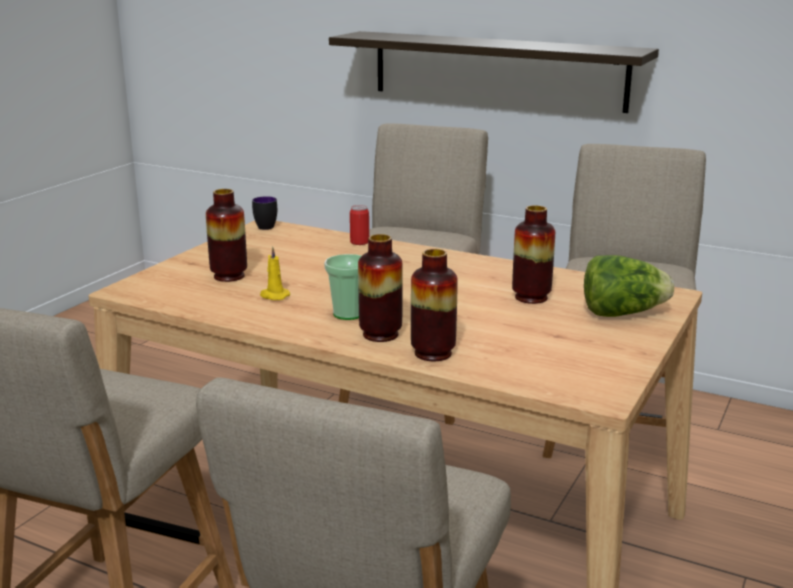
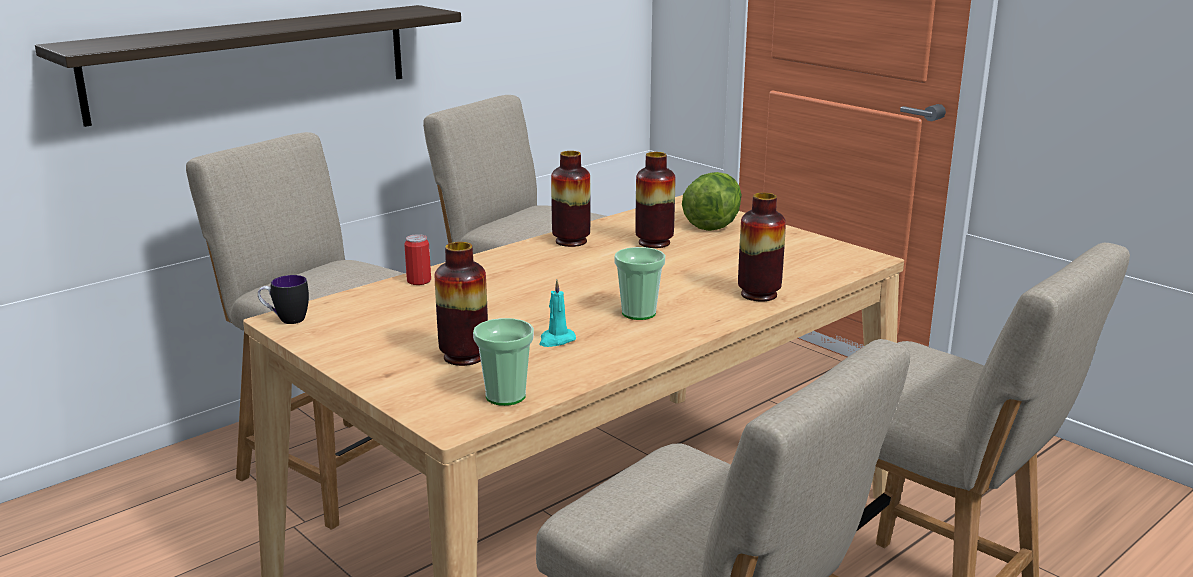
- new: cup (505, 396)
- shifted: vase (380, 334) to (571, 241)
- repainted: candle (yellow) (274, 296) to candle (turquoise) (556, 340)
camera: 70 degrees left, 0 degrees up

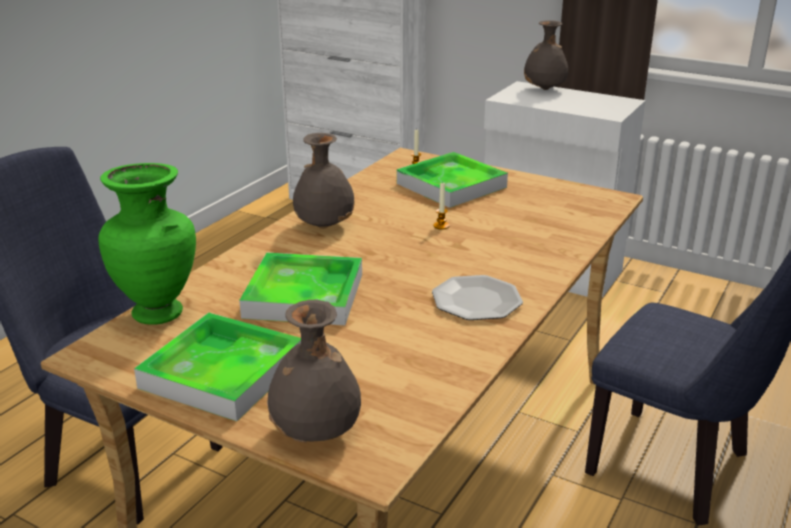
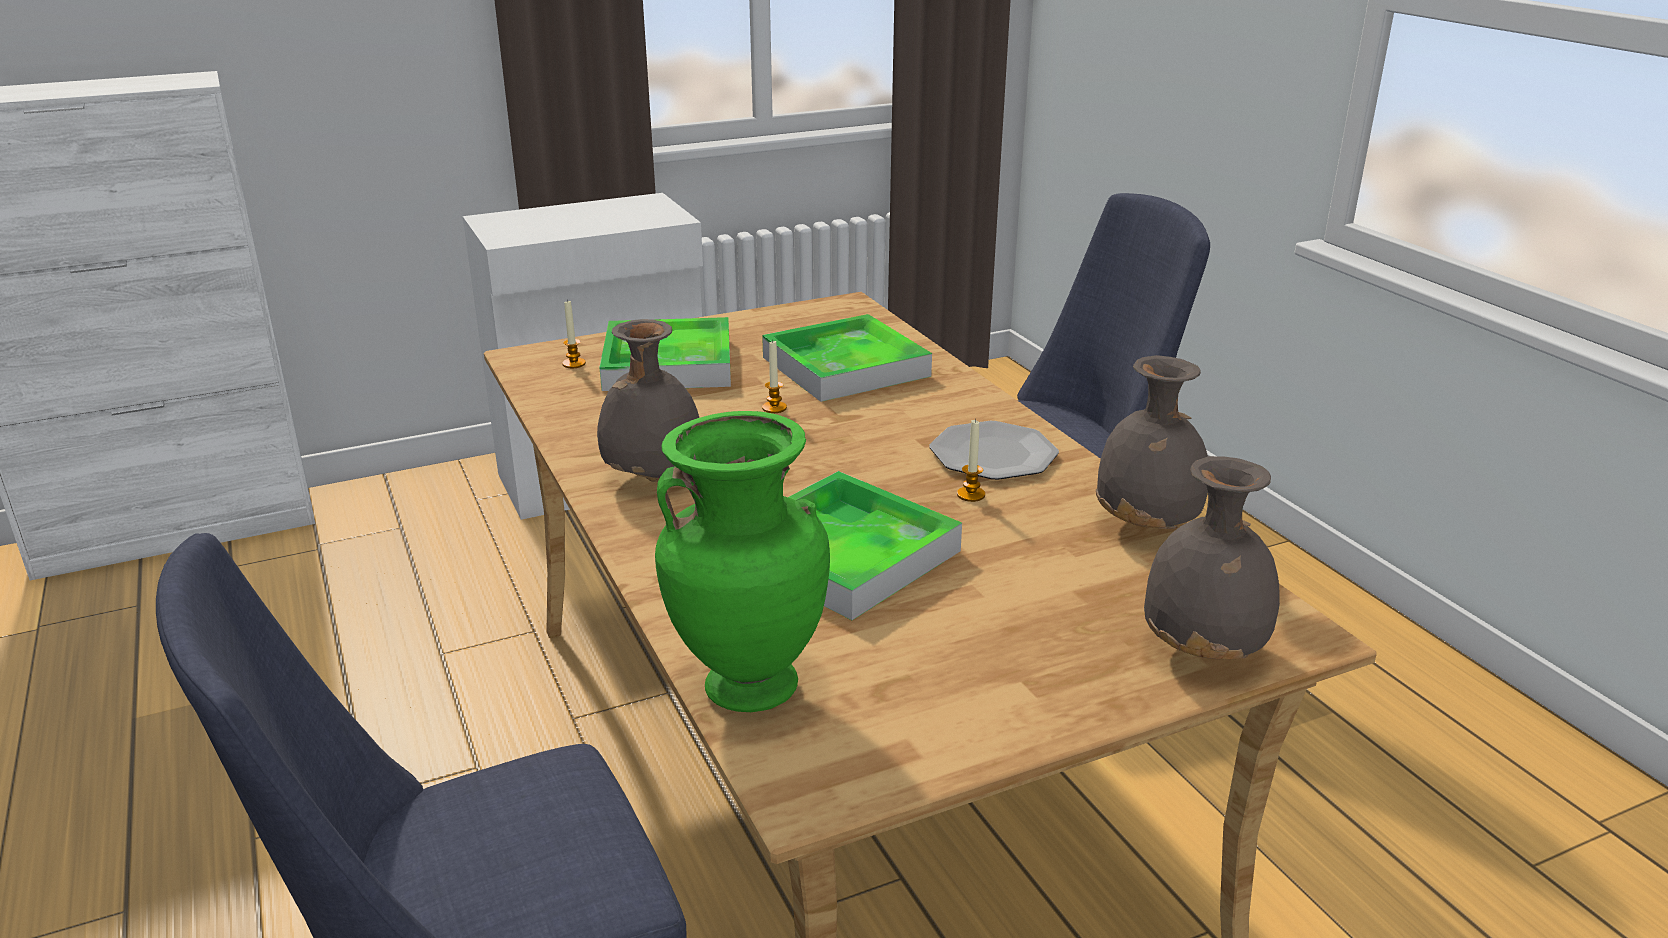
- new: candle (971, 495)
- shifted: tray (222, 372) to (845, 367)
- shifted: vase (grey) (544, 90) to (1148, 525)
camera: 55 degrees left, 0 degrees up

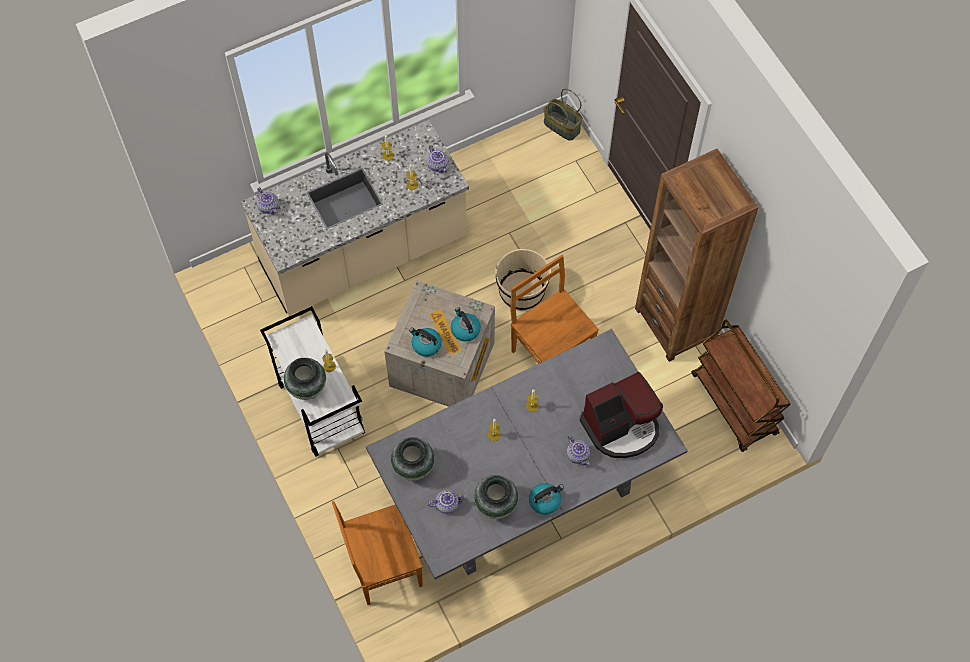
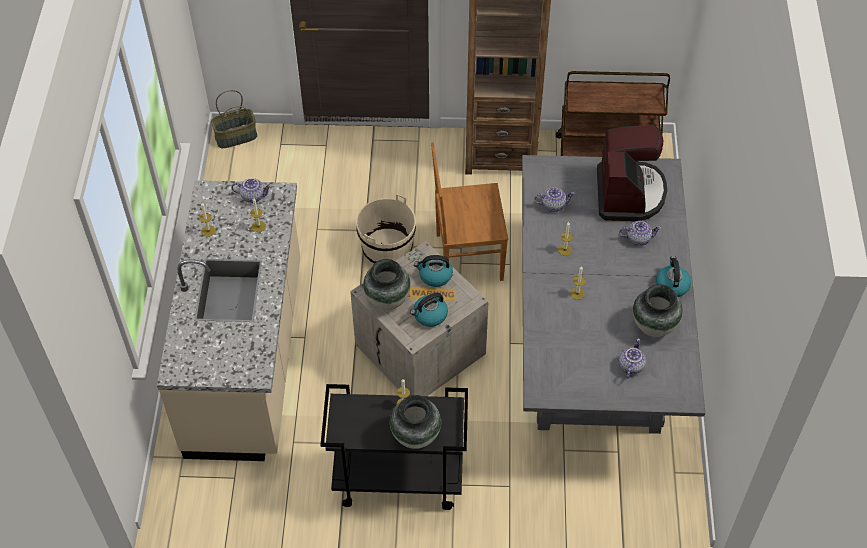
- gone: chair (brown) (382, 566)
- shifted: teapot (268, 206) to (553, 205)
- shifted: vase (413, 467) to (387, 300)
- repainted: cart (white) (320, 408) to cart (black) (397, 480)
camera: 60 degrees left, 10 degrees down

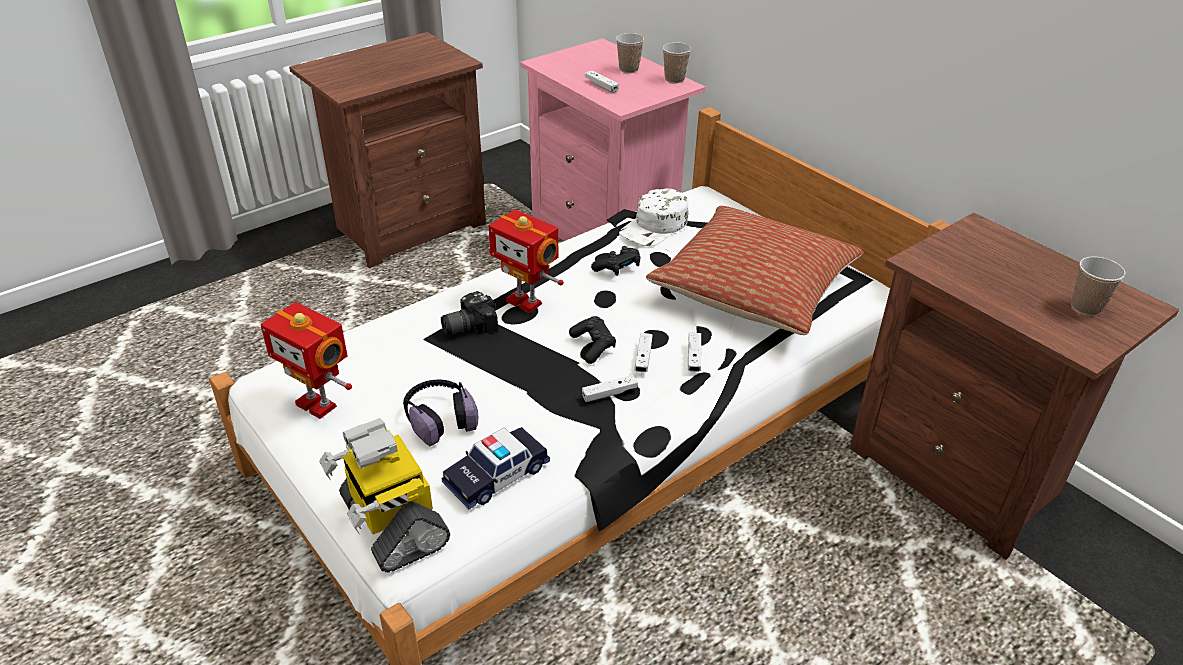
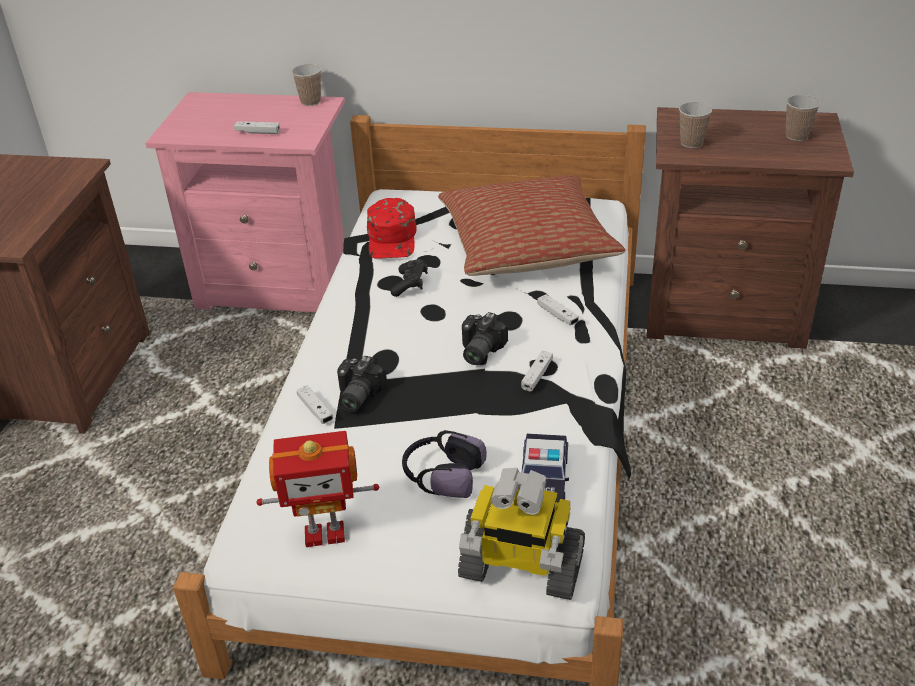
- gone: toy robot (525, 301)
- shifted: cup (628, 69) to (691, 143)
- shifted: game controller (white) (643, 358) to (315, 410)
- swapped: game controller (black) (593, 346) to photo camera (478, 350)
- repainted: cap (white) (655, 227) to cap (red) (392, 238)
camera: 40 degrees left, 0 degrees up

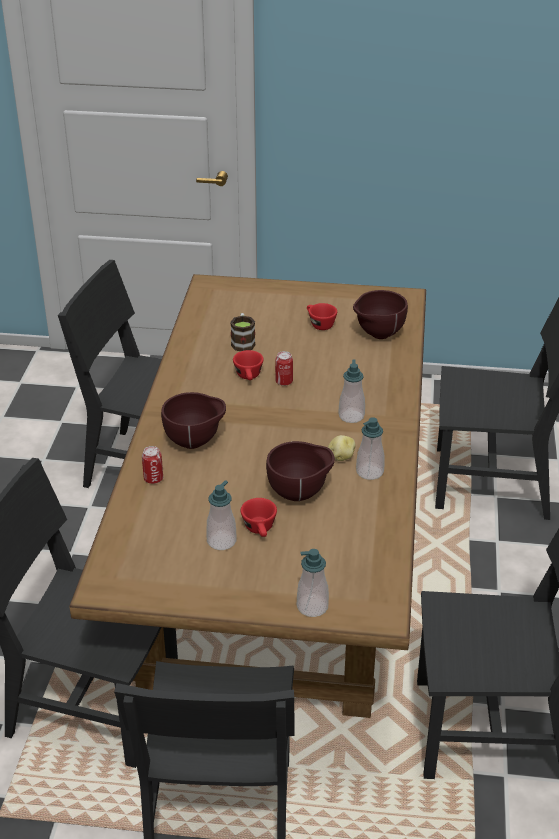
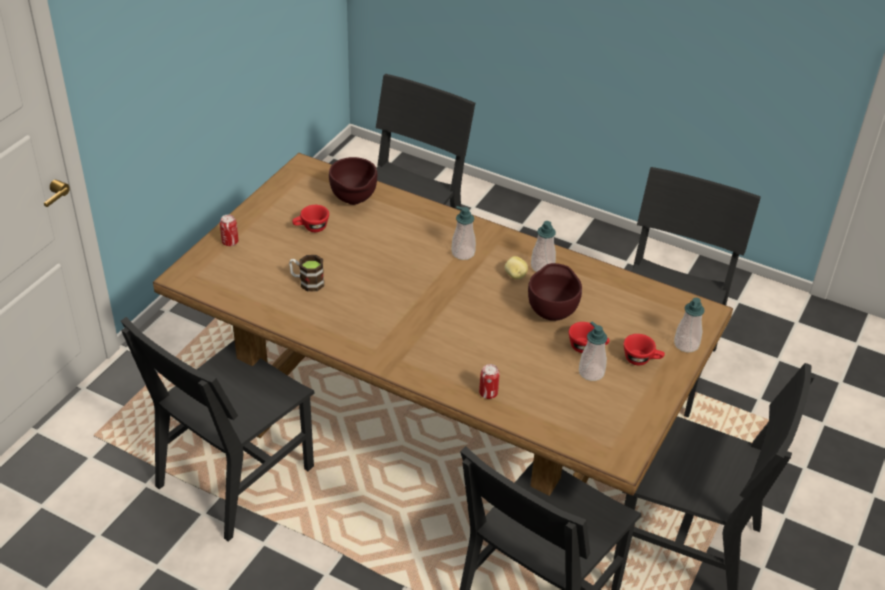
- gone: bowl (brown) (195, 442)
- shifted: cup (red) (249, 377) to (641, 359)
- shifted: can (284, 381) to (230, 242)
camera: 70 degrees left, 5 degrees up

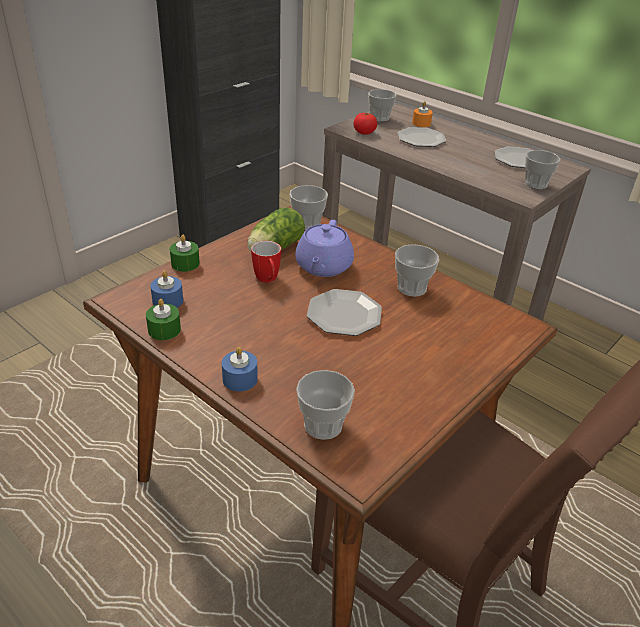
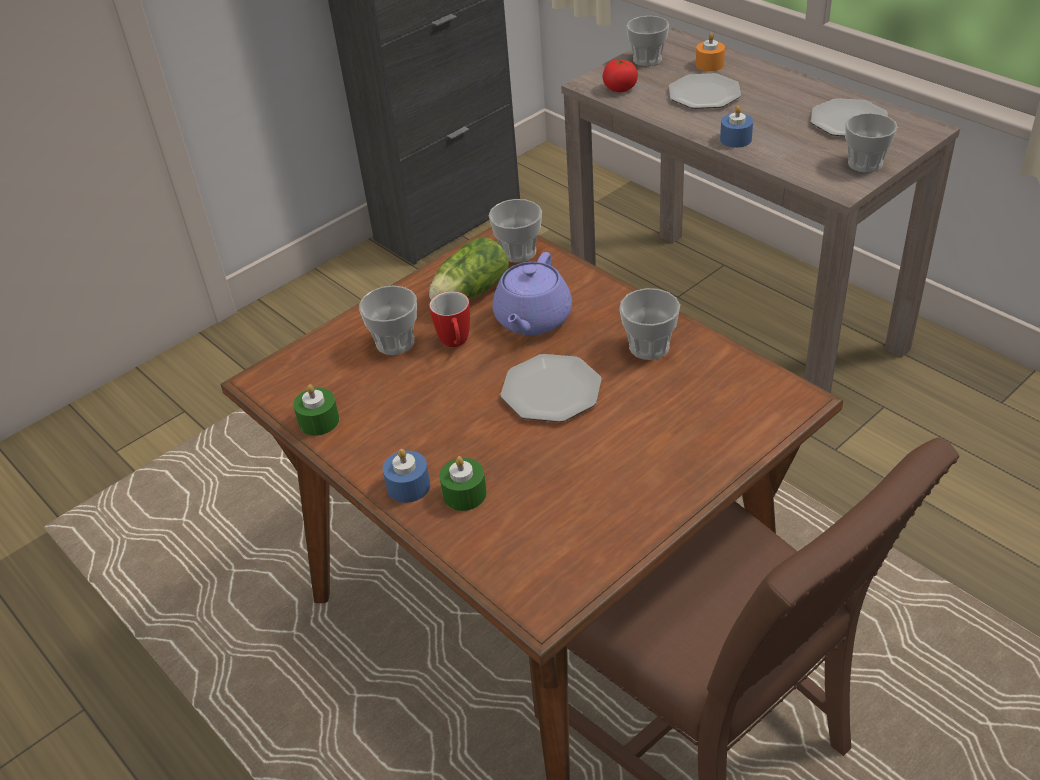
- shifted: candle (blue) (168, 301) to (735, 139)
- shifted: candle (green) (185, 263) to (464, 494)
- shifted: cup (323, 425) to (395, 342)
camera: 10 degrees right, 5 degrees up

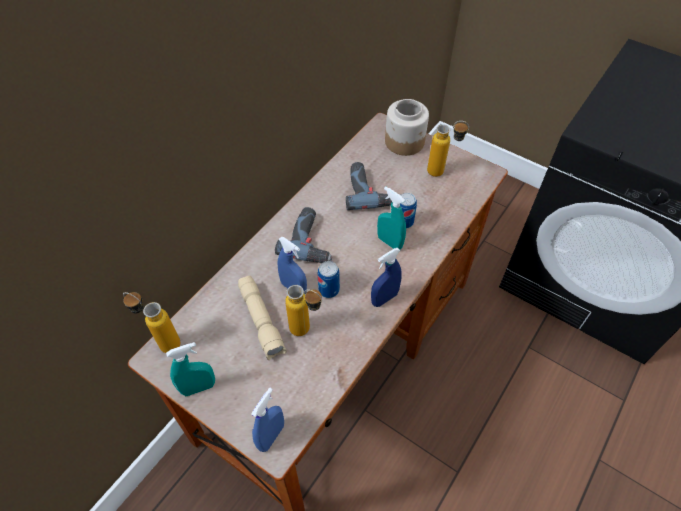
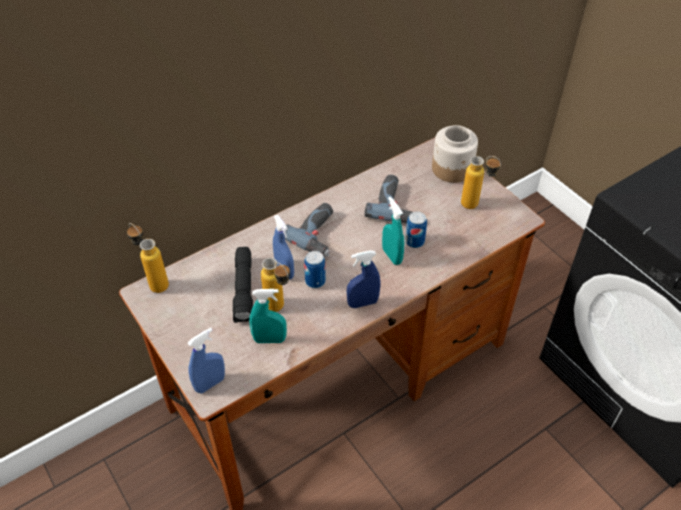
- shifted: spray bottle (turquoise) (198, 387) to (269, 339)
- repainted: flashlight (beige) (262, 321) to flashlight (black) (244, 290)
camera: 20 degrees right, 5 degrees down

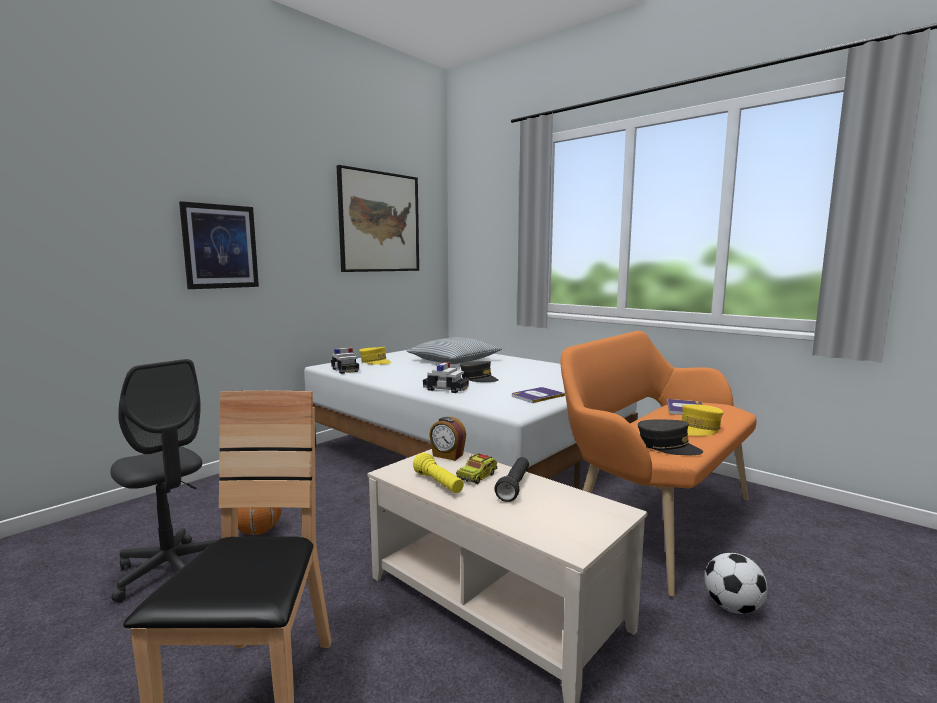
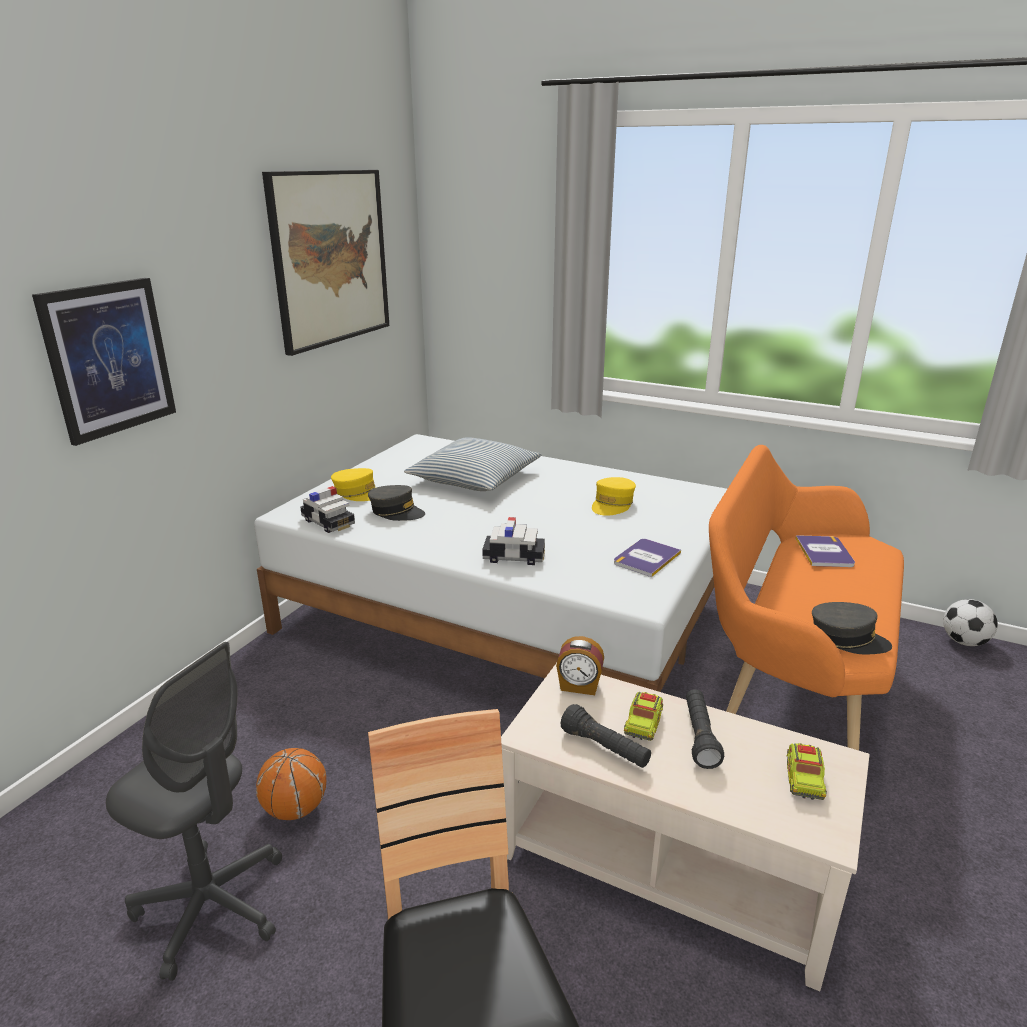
- new: toy truck (803, 779)
- shifted: cap (grey) (478, 378) to (396, 512)
- shifted: cap (yellow) (699, 429) to (612, 504)
- shifted: football (732, 607) to (964, 642)
- repainted: flashlight (yellow) (438, 484) to flashlight (black) (605, 748)
camera: 15 degrees left, 15 degrees up

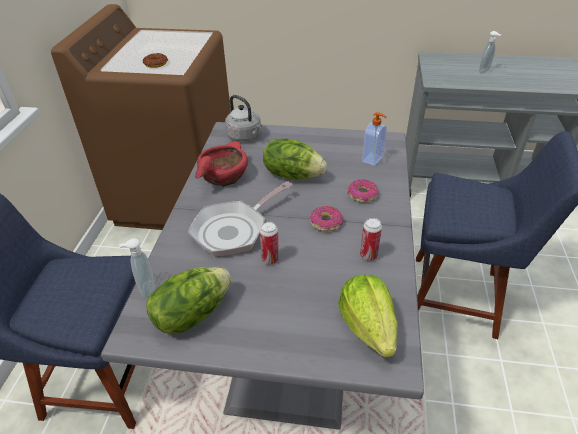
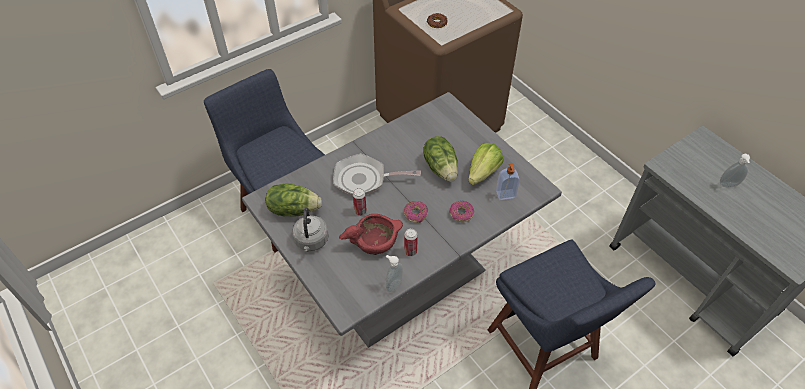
- shifted: soap dispenser (146, 290) to (393, 285)
- shifted: bowl (red) (223, 175) to (375, 241)
- shifted: kettle (grey) (245, 136) to (311, 241)
- shifted: lettuce (368, 327) to (483, 173)
camera: 45 degrees right, 10 degrees up

